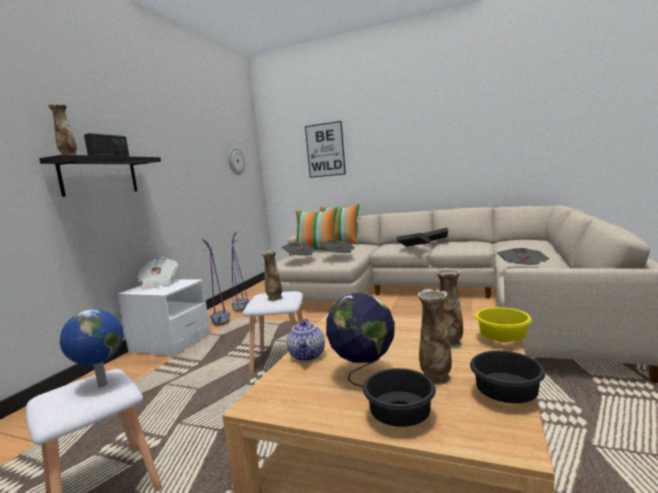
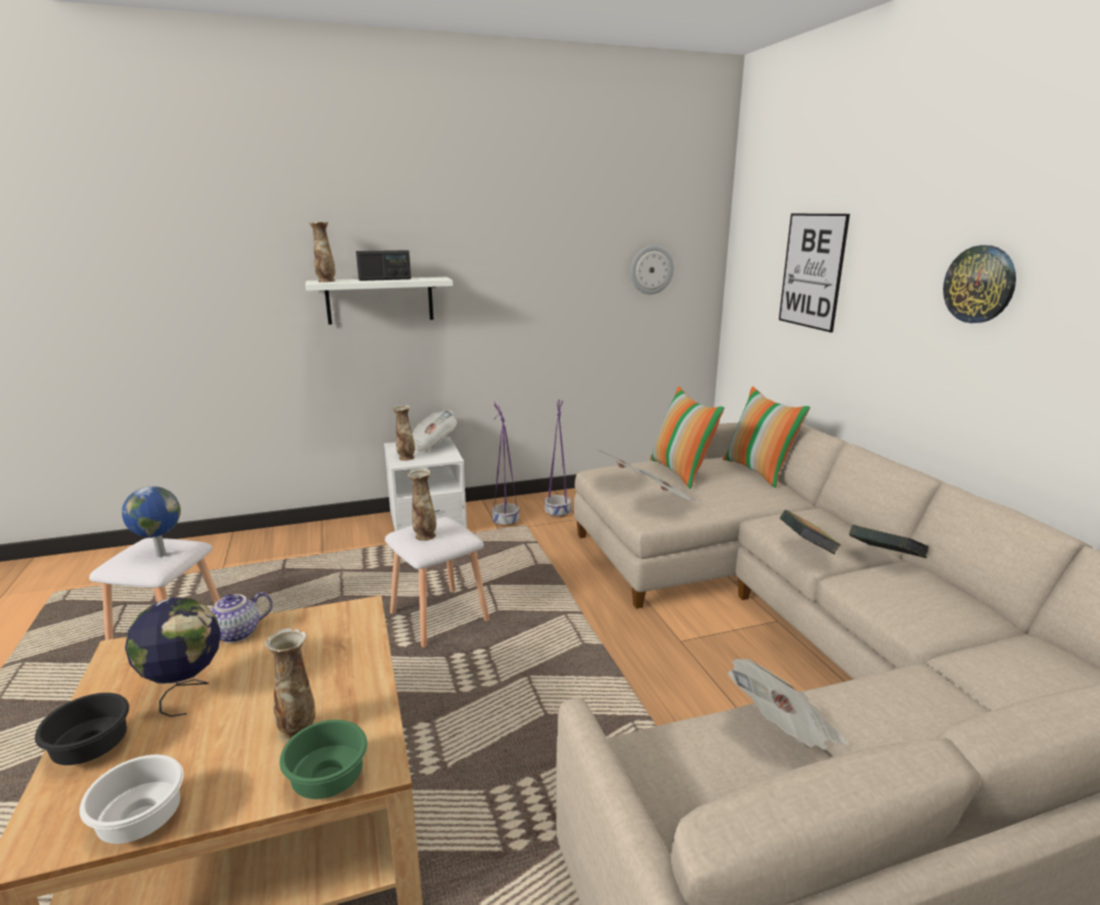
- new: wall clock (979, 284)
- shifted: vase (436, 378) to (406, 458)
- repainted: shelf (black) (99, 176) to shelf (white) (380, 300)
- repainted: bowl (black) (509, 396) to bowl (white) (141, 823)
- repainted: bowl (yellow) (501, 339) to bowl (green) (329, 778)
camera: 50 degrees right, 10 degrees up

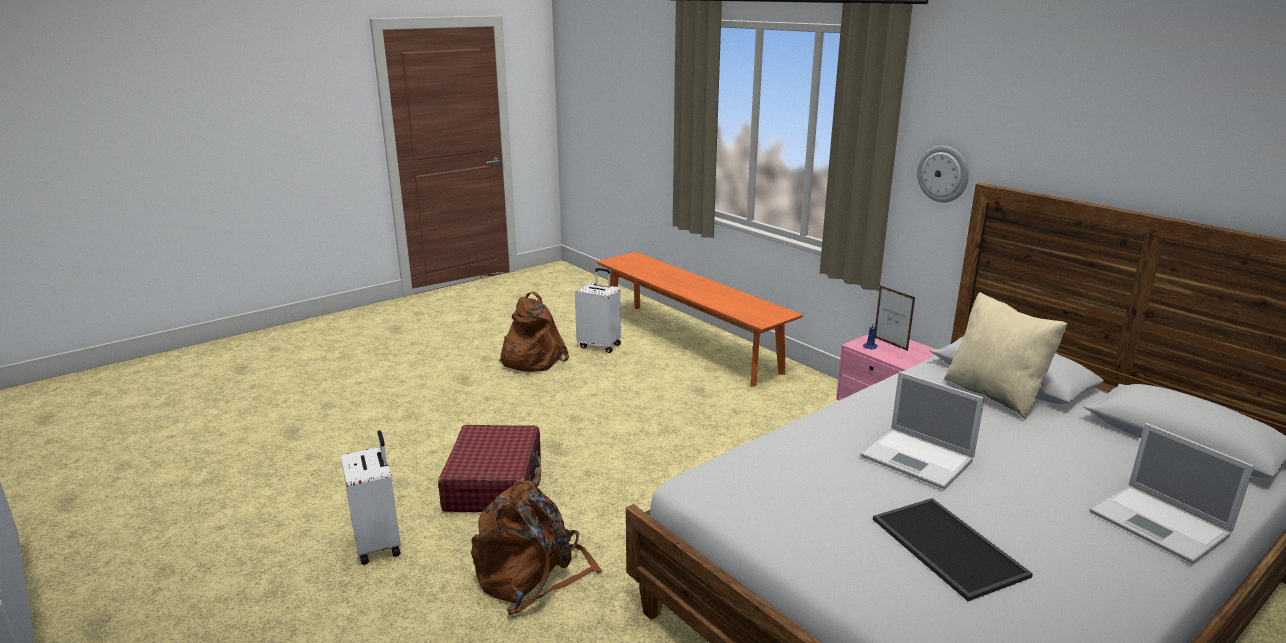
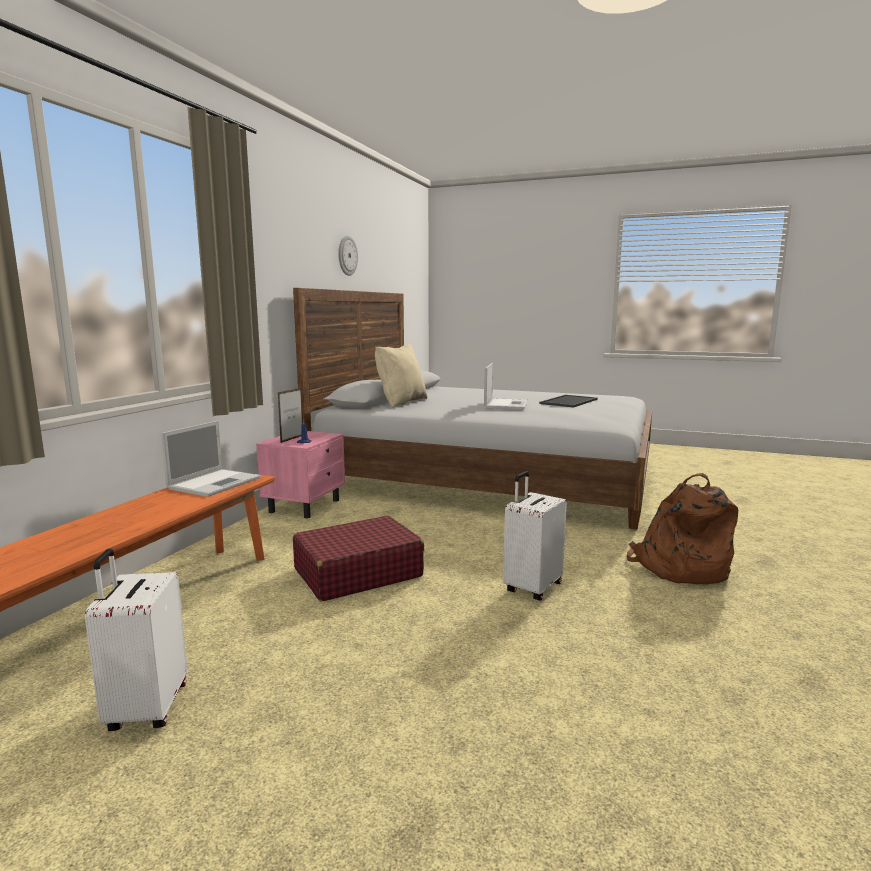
- gone: backpack (brown) (530, 359)
- shifted: suitcase (white) (379, 544) to (532, 587)
- shifted: suitcase (red) (494, 483) to (357, 573)
- shifted: wall clock (943, 173) to (347, 255)
- shifted: laptop (1161, 524) to (215, 483)
camera: 120 degrees left, 10 degrees down

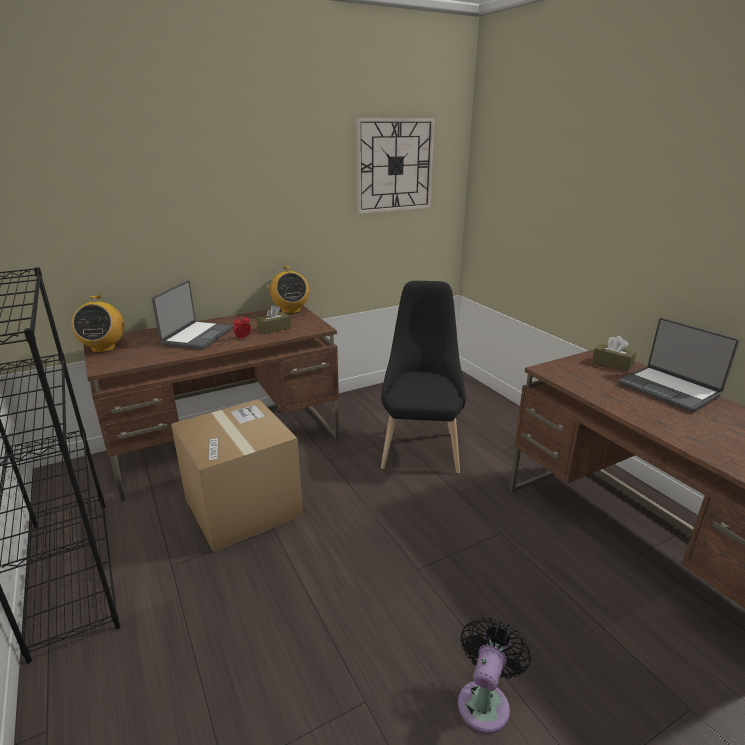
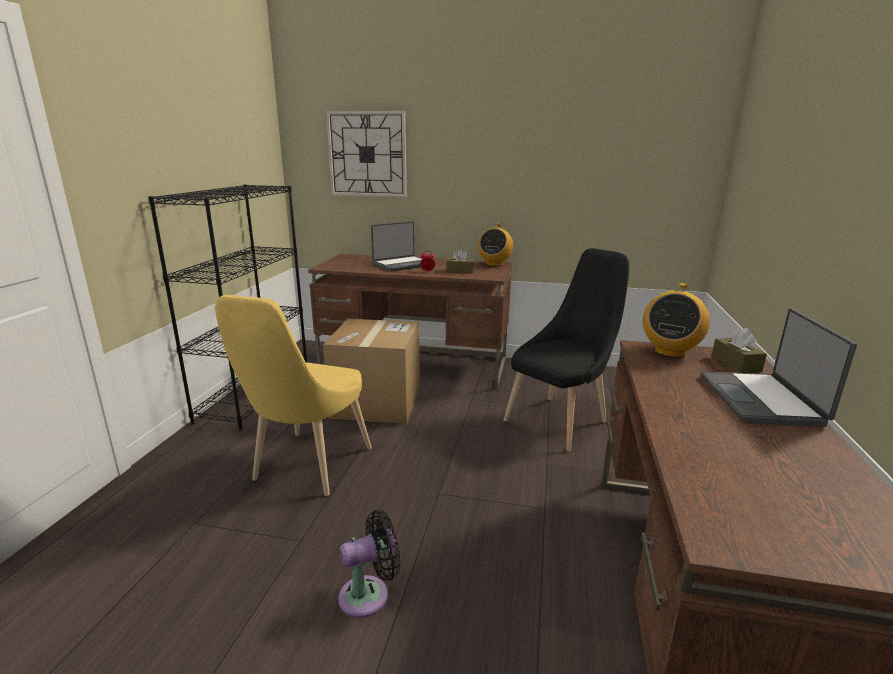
- new: chair (yellow) (308, 468)
- shifted: radio (103, 348) to (670, 351)
- shifted: wall clock (394, 165) to (367, 154)
camera: 40 degrees right, 5 degrees down

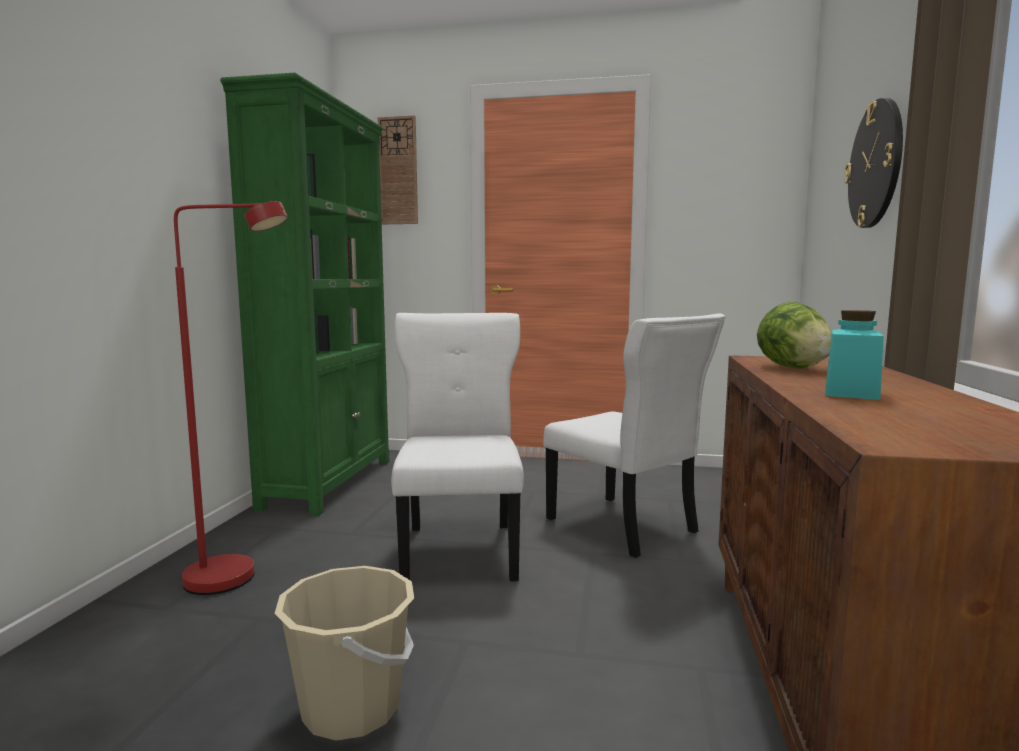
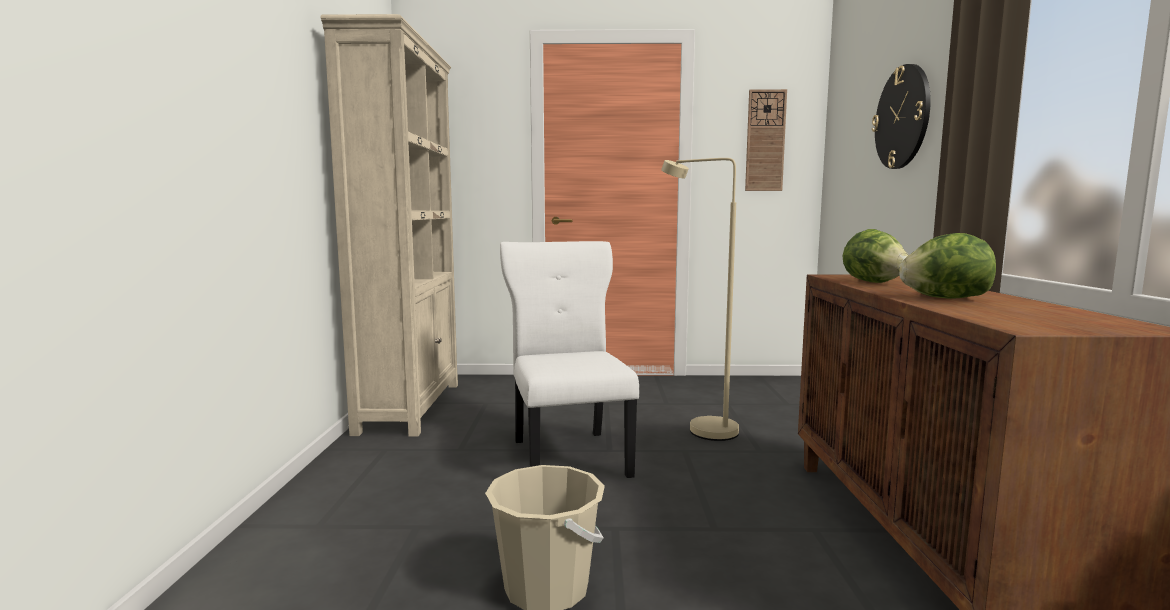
- gone: floor lamp (red) (237, 580)
- shifted: wall clock (398, 171) to (765, 141)
- swapped: chair (white) (625, 527) to floor lamp (beige) (701, 428)
- swapped: jar (turquoise) (851, 393) to lettuce (944, 298)
- repainted: bookcase (green) (329, 483) to bookcase (beige) (411, 407)
camera: 10 degrees left, 0 degrees up

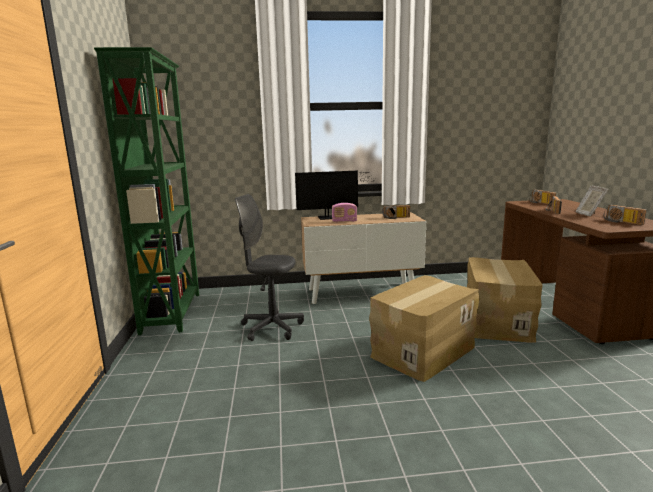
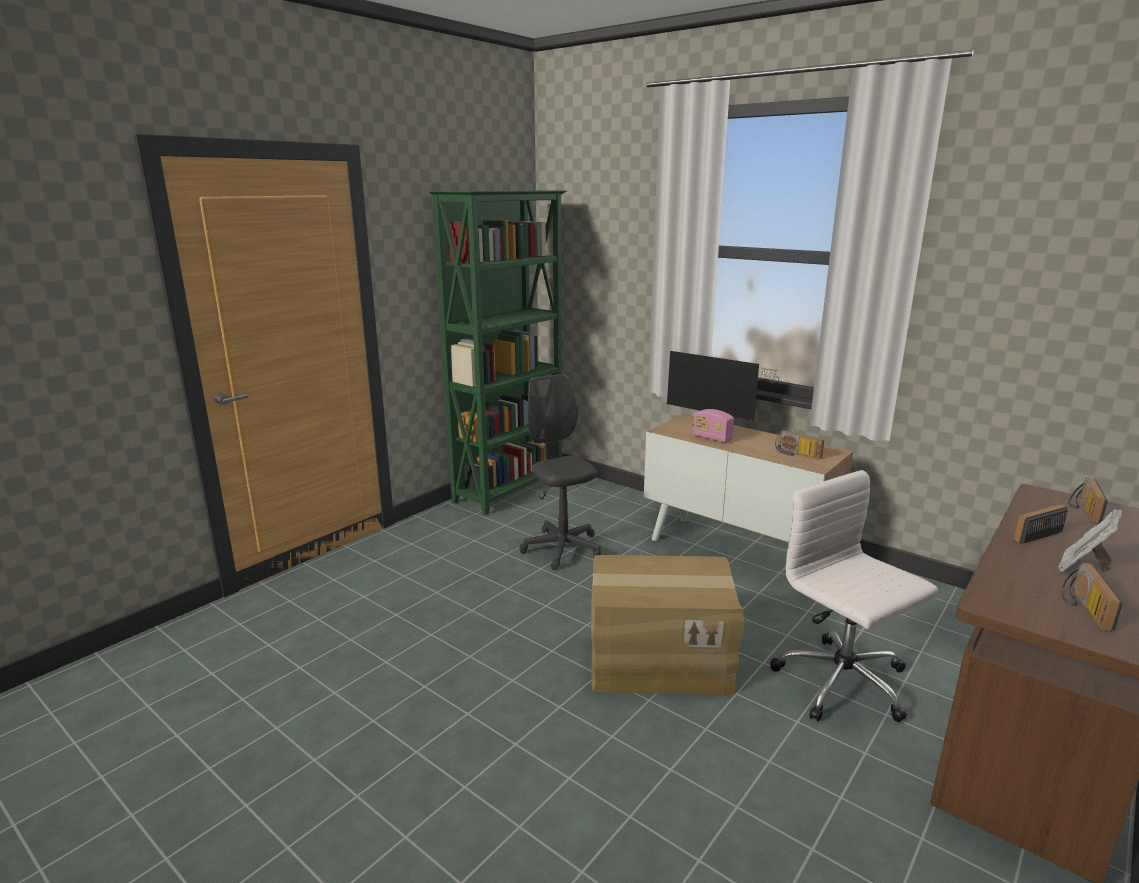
- swapped: cardboard box (496, 322) to office chair (white) (843, 684)
camera: 45 degrees right, 5 degrees up

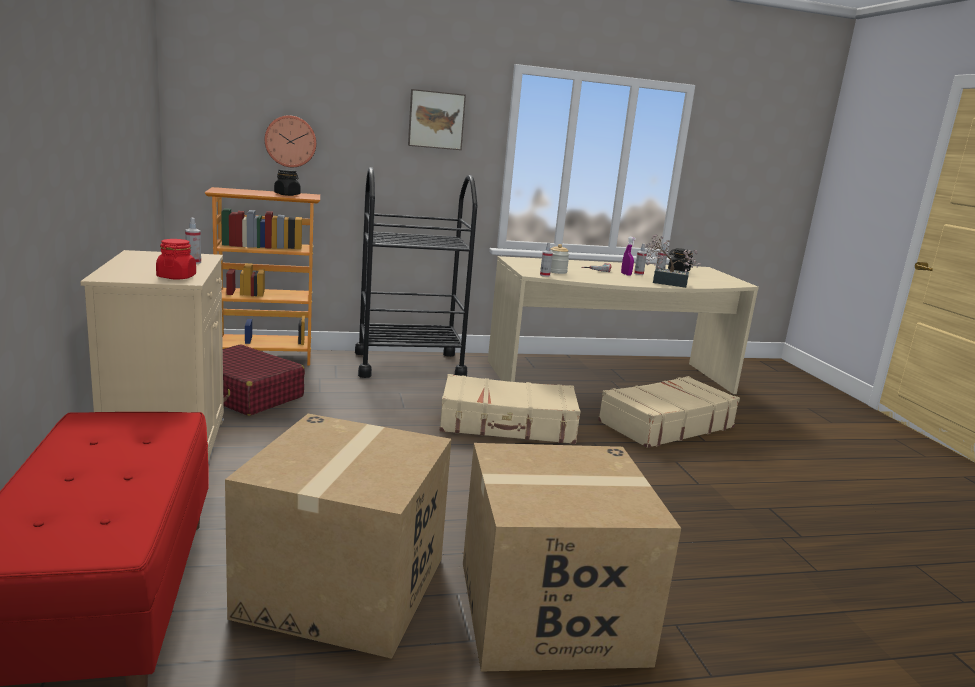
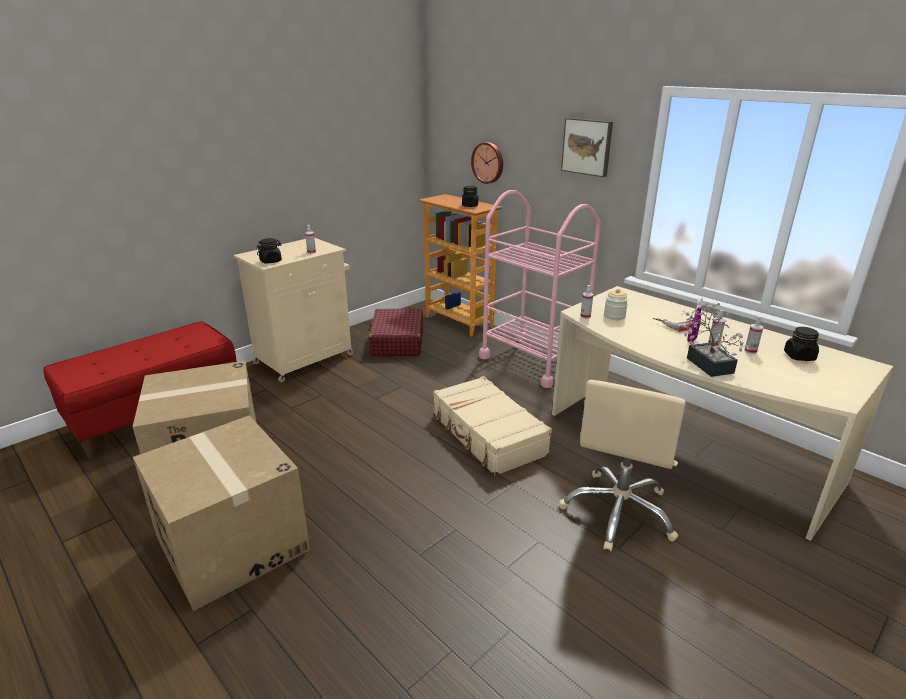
- swapped: suitcase (beige) (665, 424) to office chair (beige) (619, 512)
- repainted: jar (red) (176, 277) to jar (black) (271, 261)
- repainted: cart (black) (409, 365) to cart (pink) (533, 361)
camera: 60 degrees right, 10 degrees up

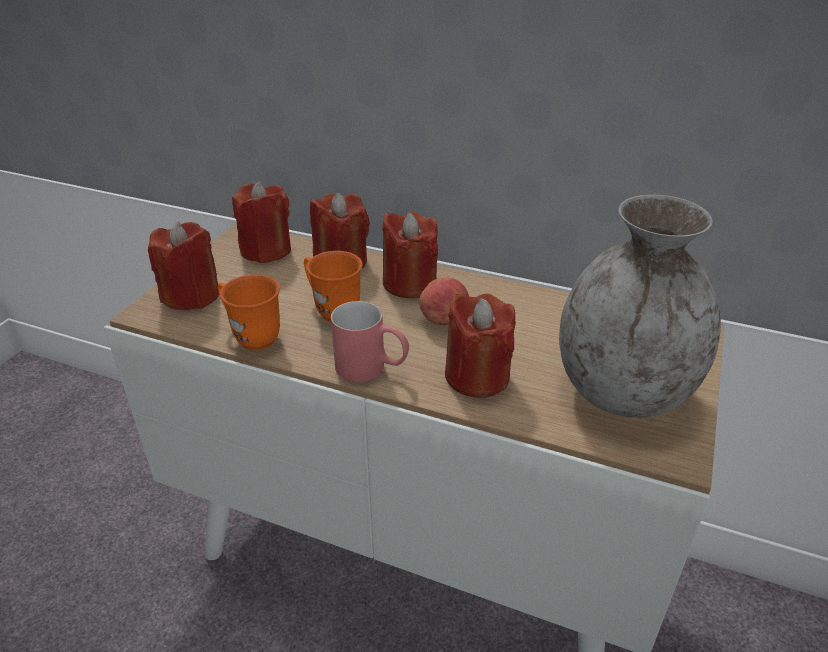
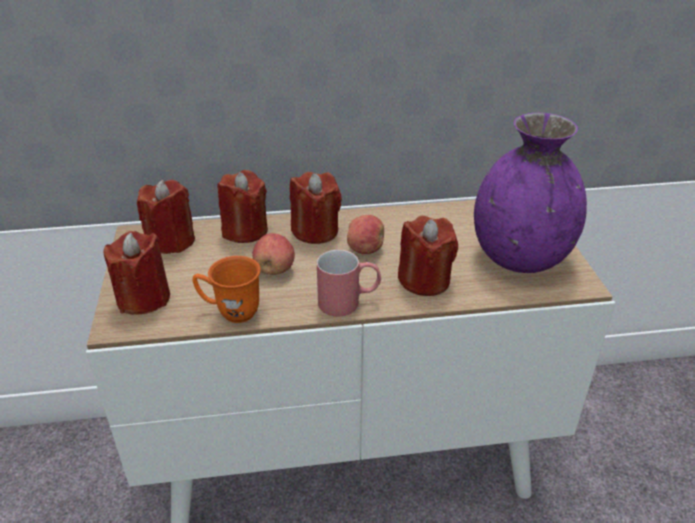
- swapped: mug (orange) (331, 309) to apple (274, 269)
- repainted: vase (grey) (624, 392) to vase (purple) (521, 258)
camera: 30 degrees left, 0 degrees up

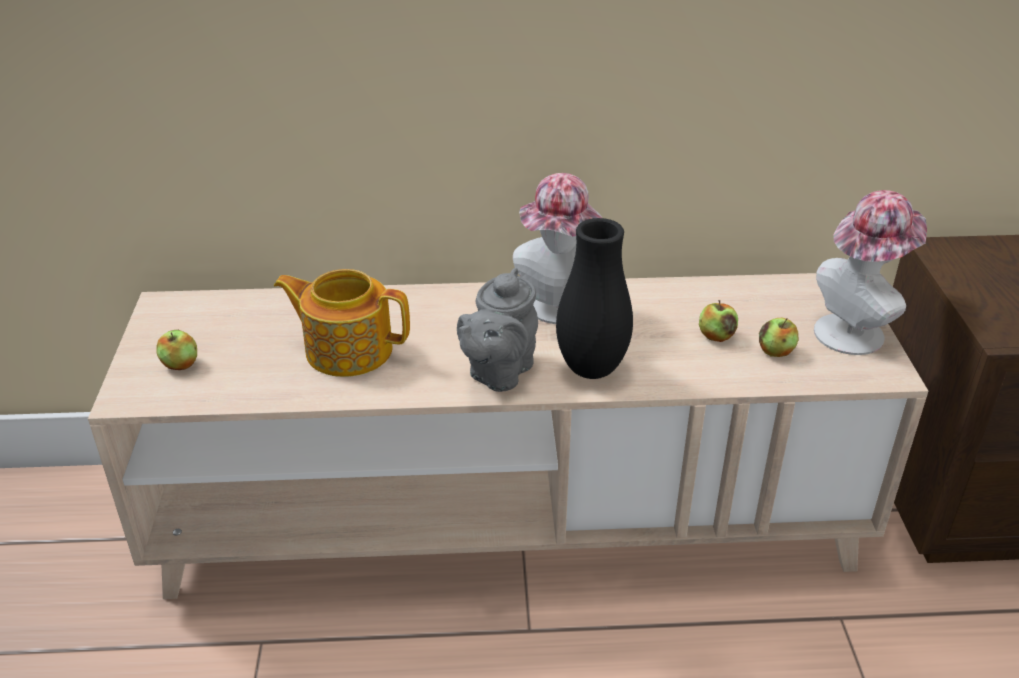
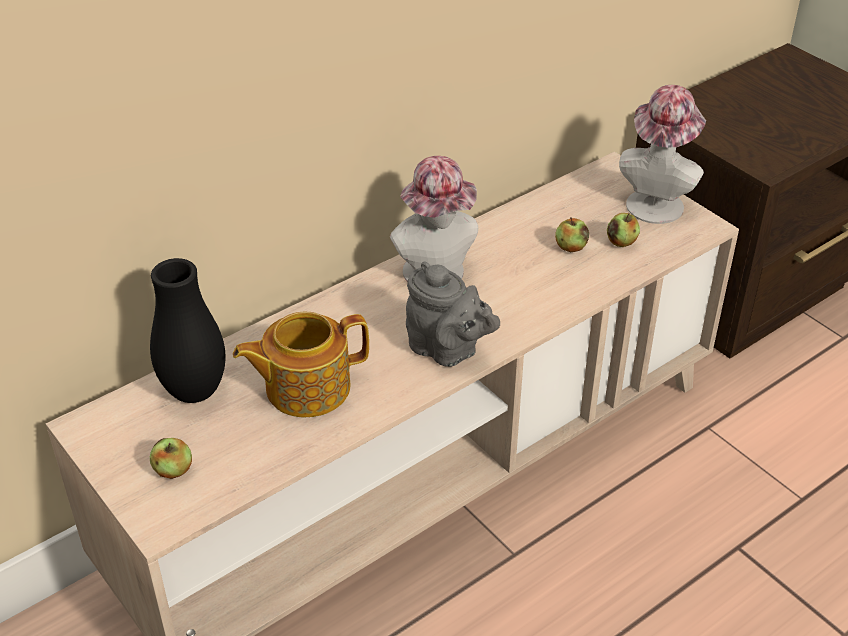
- shifted: vase (black) (591, 369) to (194, 391)
- rotated: teapot (grey) (498, 373) = (447, 350) 45 degrees counterclockwise
camera: 35 degrees left, 5 degrees up

